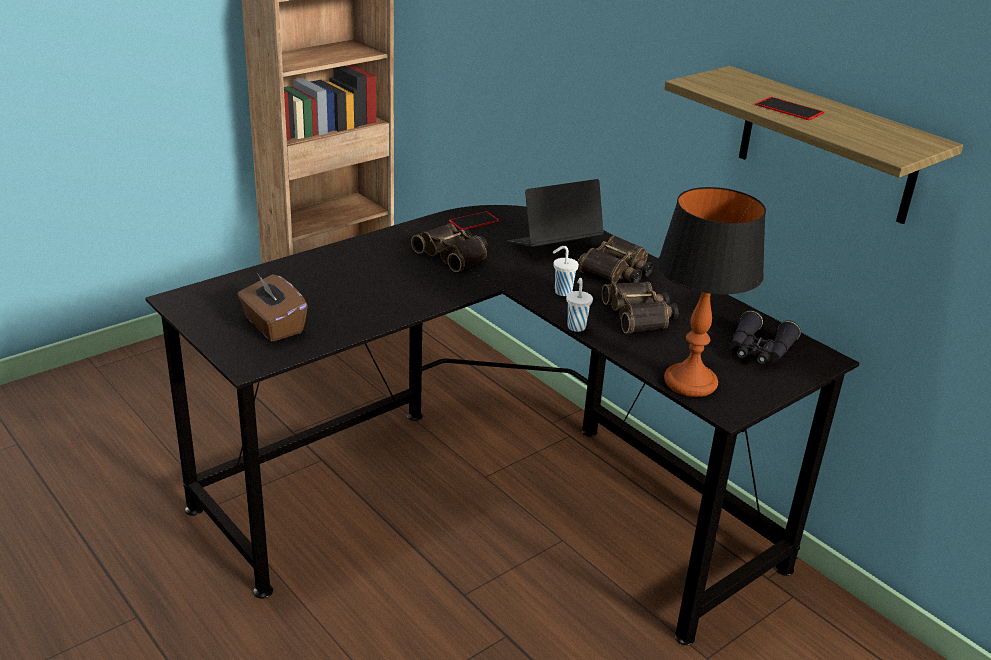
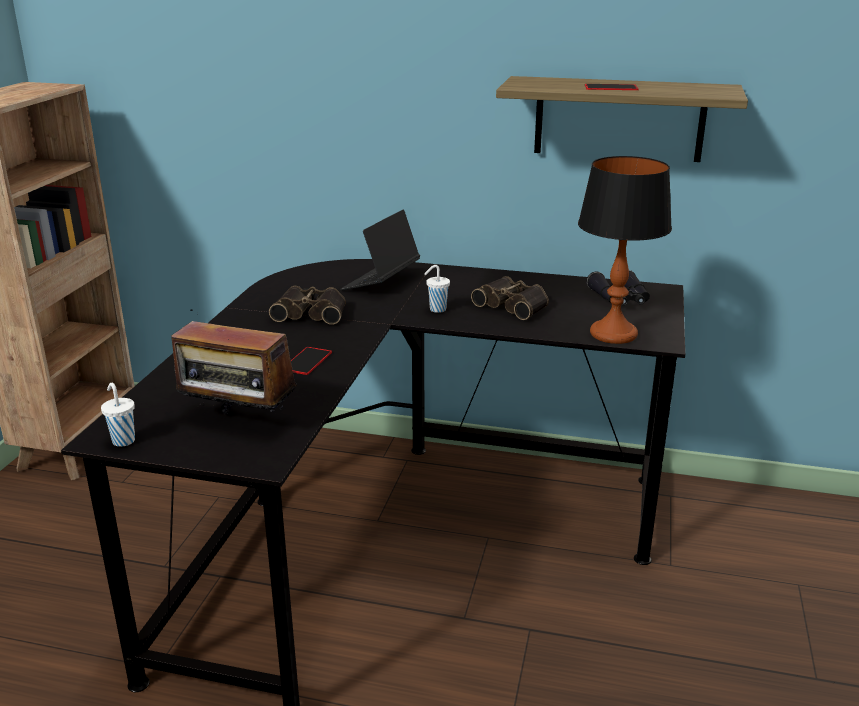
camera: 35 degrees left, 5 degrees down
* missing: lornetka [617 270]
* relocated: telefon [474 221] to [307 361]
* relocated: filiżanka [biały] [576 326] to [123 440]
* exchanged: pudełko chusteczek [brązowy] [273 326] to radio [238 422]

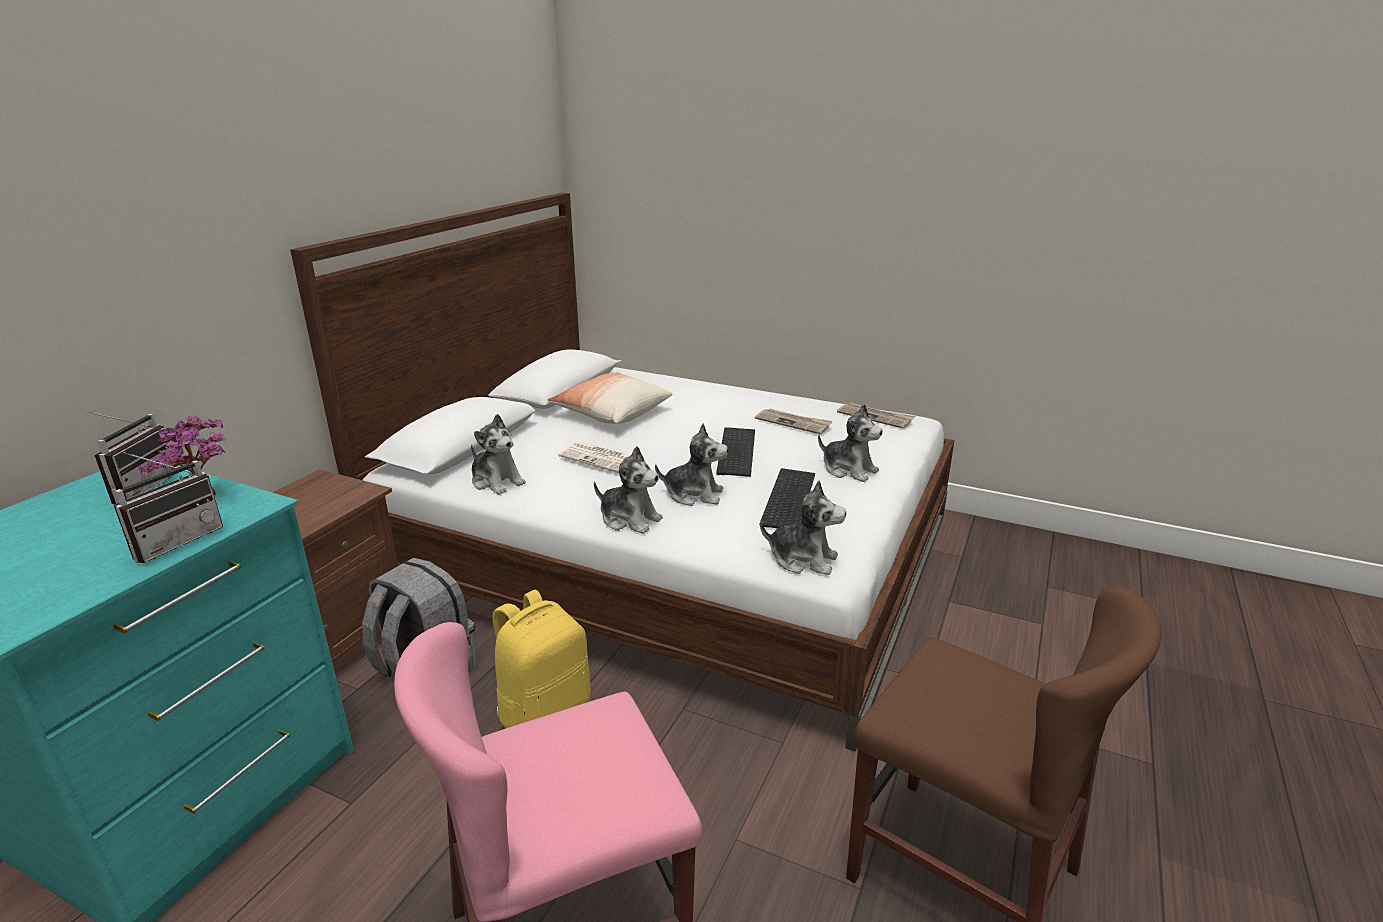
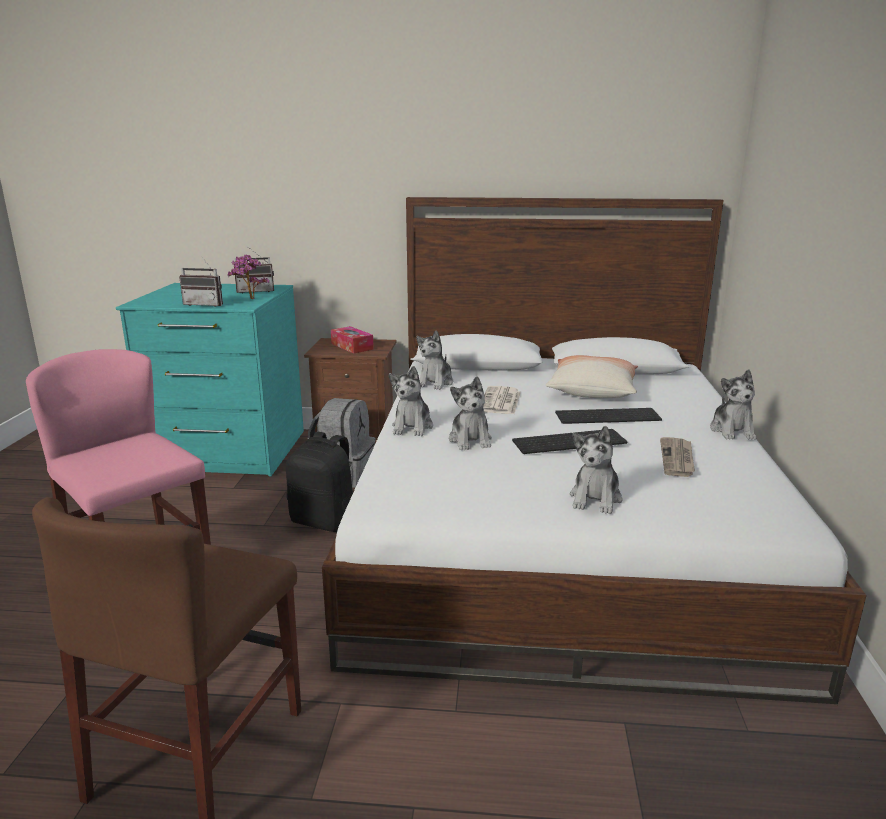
camera: 70 degrees right, 5 degrees down
* missing: gazeta [875 417]
* appeared: pudełko chusteczek [352 346]
* relocated: pluszak [803 559] to [732 431]
* relocated: klawiatura [786 498] to [608 416]
* colour: plecak [żółty] [544 710] to plecak [czarny] [325 521]

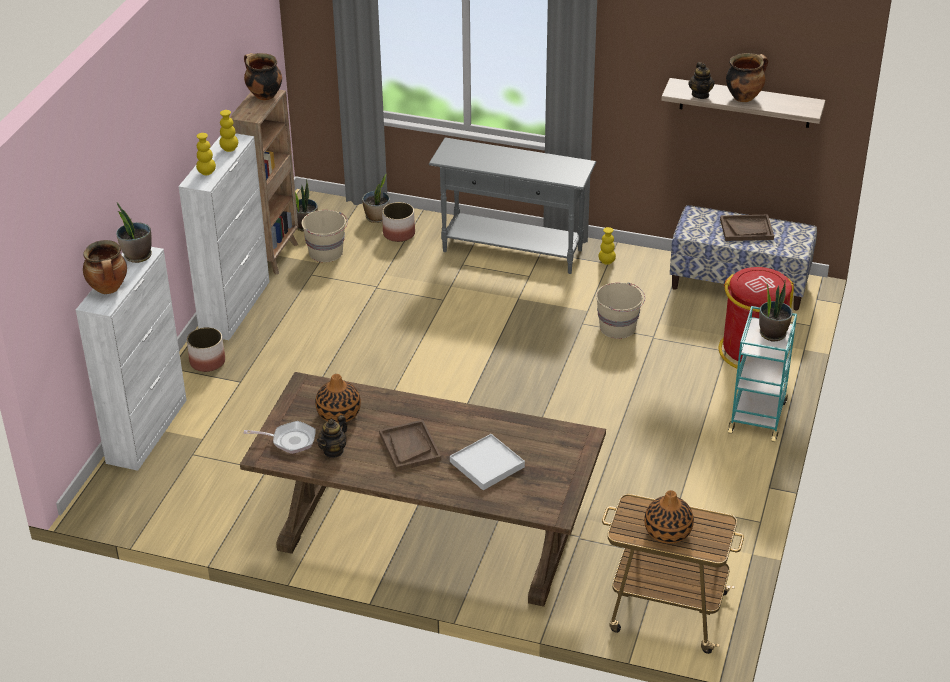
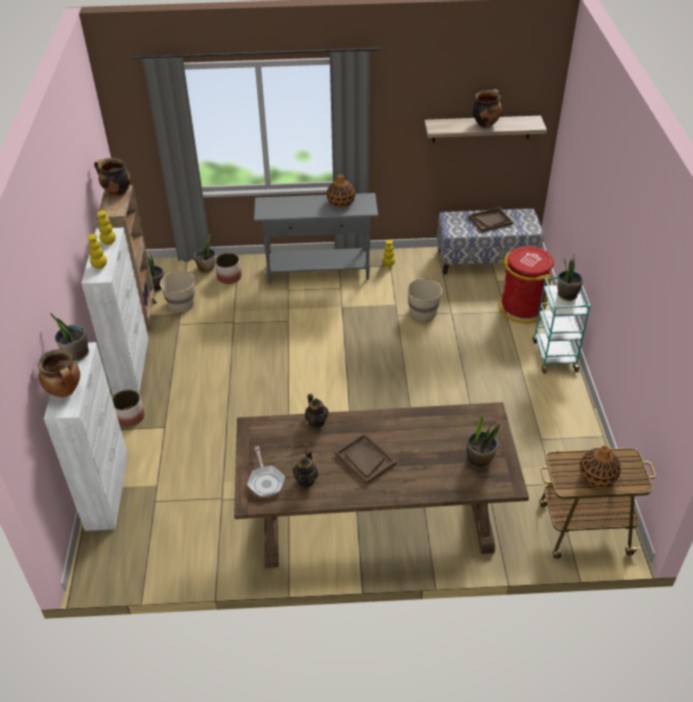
camera: 20 degrees left, 5 degrees up
* missing: taca [biały] [487 464]
* appeared: roślina doniczkowa [479 459]
* relocated: wazon [338 414] to [341 202]
* relocated: imbryk [700 94] to [317 421]
* spun: patelnia [290 440] = [265 481] 90 degrees clockwise

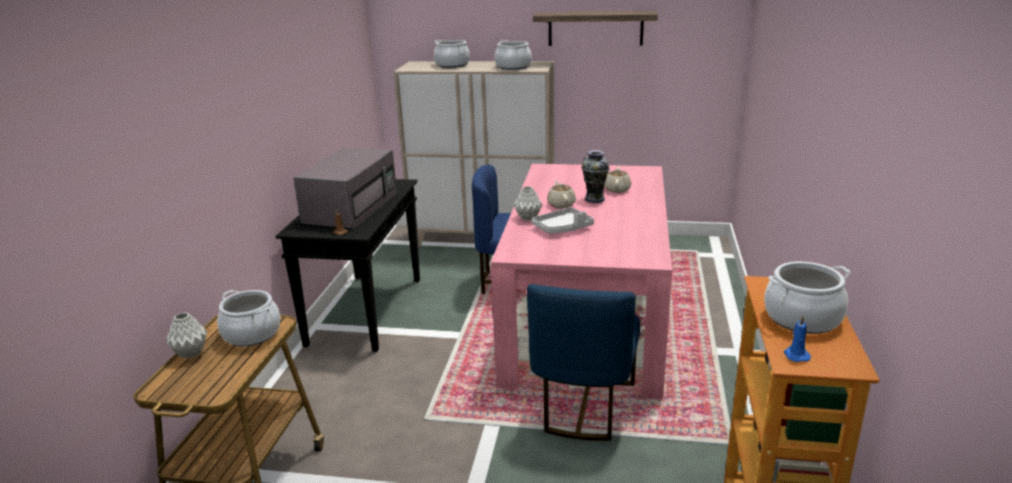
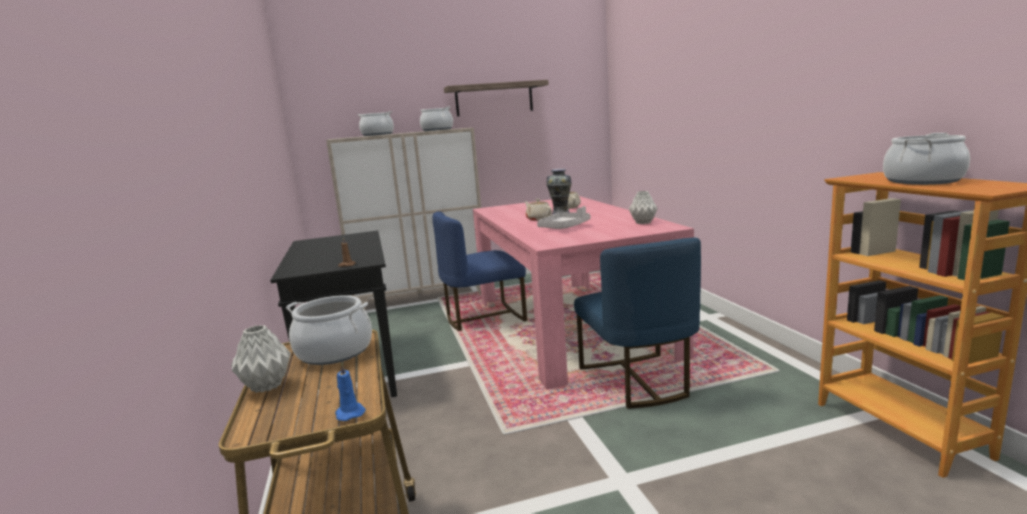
camera: 25 degrees left, 10 degrees down
* missing: mikrofalówka [szary] [351 207]
* relocated: wazon [szary] [527 218] to [642 223]
* relocated: świeca [niebieski] [795 355] to [349 413]

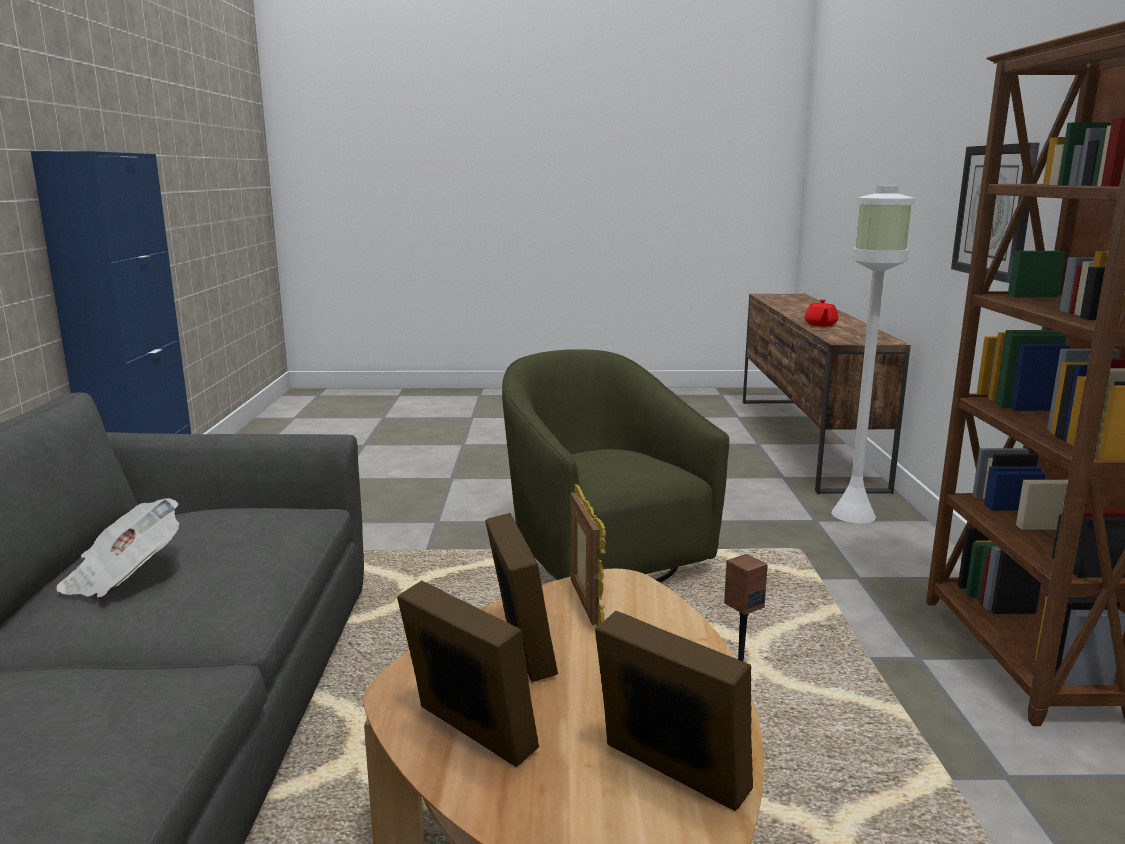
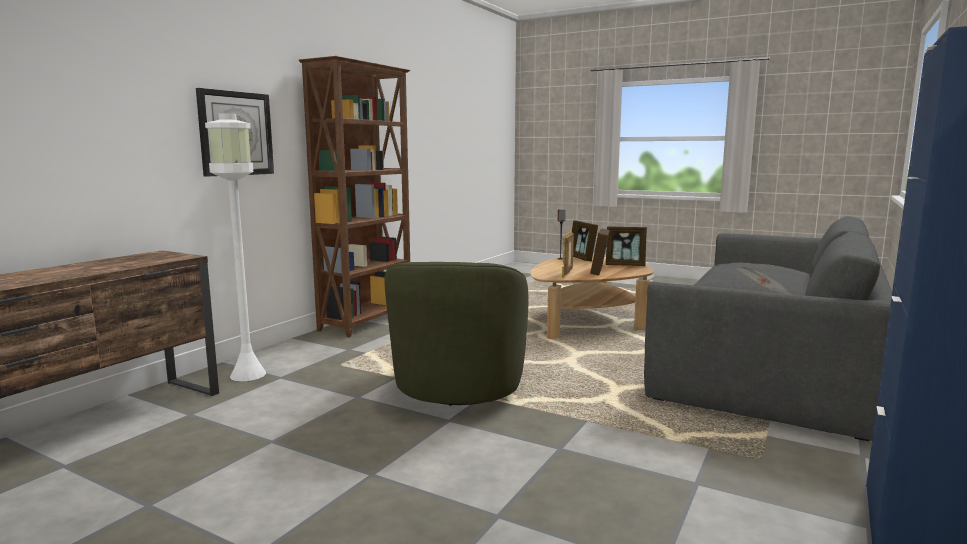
camera: 150 degrees left, 5 degrees down
* missing: imbryk [czerwony] [820 325]
* spun: ramka na zdjęcie [469 734] = [625 265] 60 degrees counterclockwise

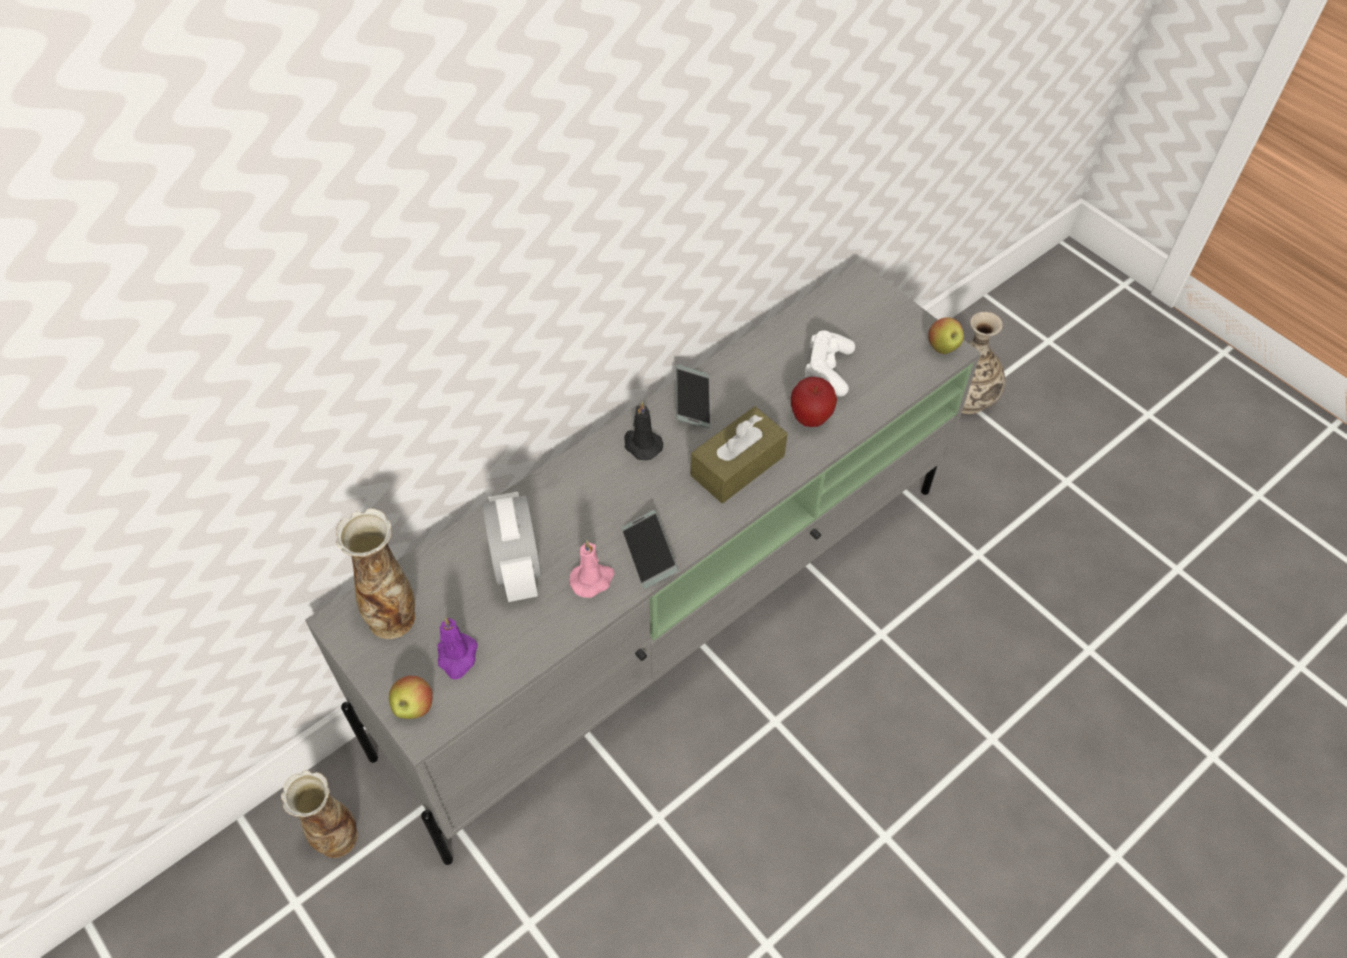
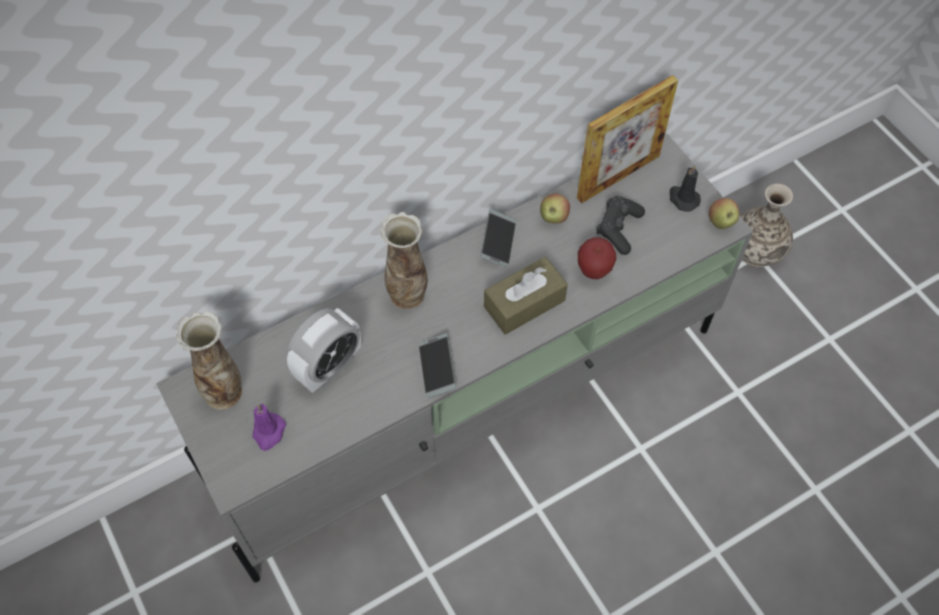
camera: 10 degrees right, 5 degrees up
* missing: świeca [różowy] [592 579]
* appeared: ramka na zdjęcie [618 177]
* relocated: wazon [338 839] to [407 295]
* relocated: jabłko [414 707] to [553 218]
* relocated: świeca [czarny] [641 444] to [683 198]
* colour: pad do gier [biały] [828 370] to pad do gier [czarny] [618 229]
* spun: budzik [518 570] = [329 367] 135 degrees counterclockwise

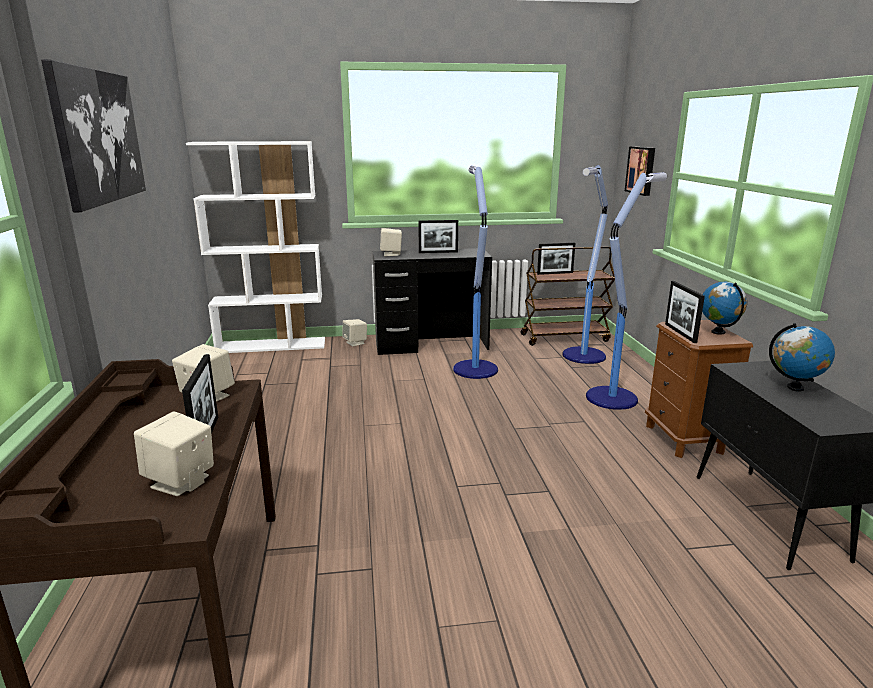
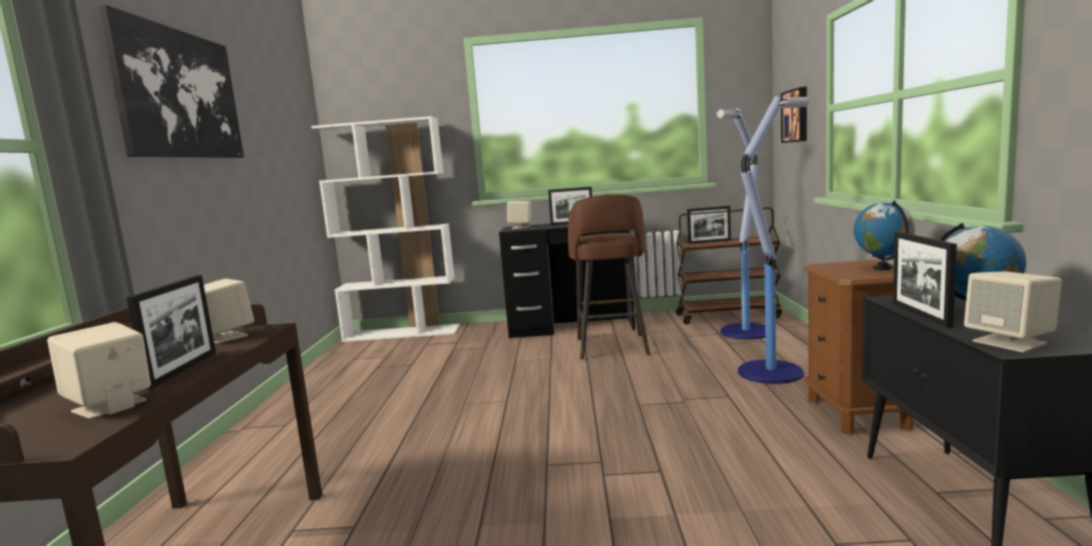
camera: 10 degrees right, 10 degrees down
* relocated: głośnik [beżowy] [355 343] to [1010 342]
* relocated: ramka na zdjęcie [680 333] to [920 314]
* exchanged: lampa stojąca [474 369] to stołek [brązowy] [612 347]

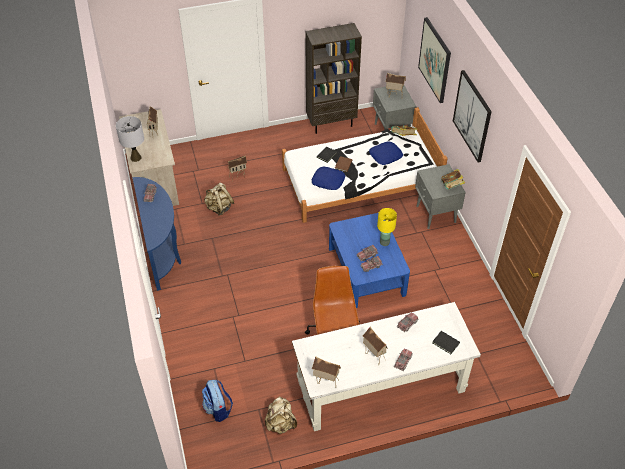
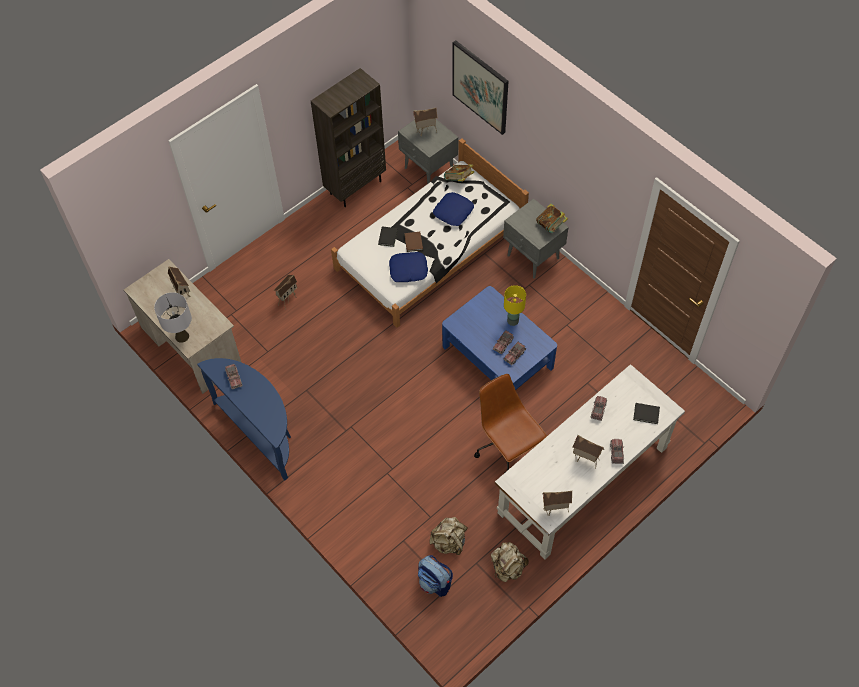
camera: 25 degrees left, 10 degrees up
* missing: obraz [472 116]
* relocated: plecak [beżowy] [219 208] to [449 542]

